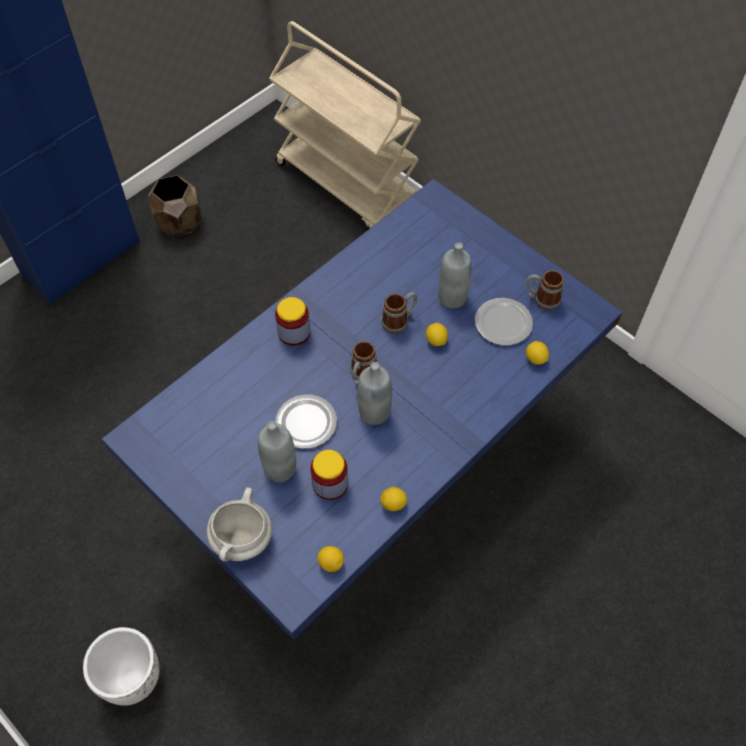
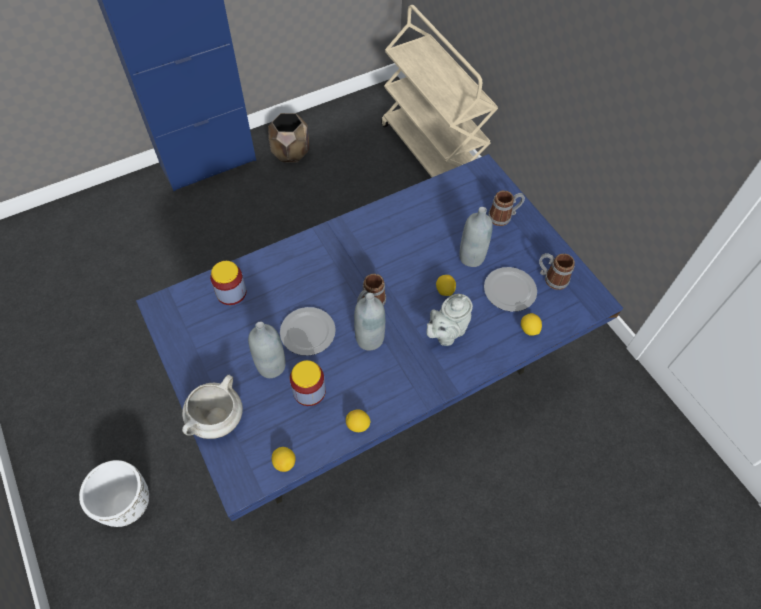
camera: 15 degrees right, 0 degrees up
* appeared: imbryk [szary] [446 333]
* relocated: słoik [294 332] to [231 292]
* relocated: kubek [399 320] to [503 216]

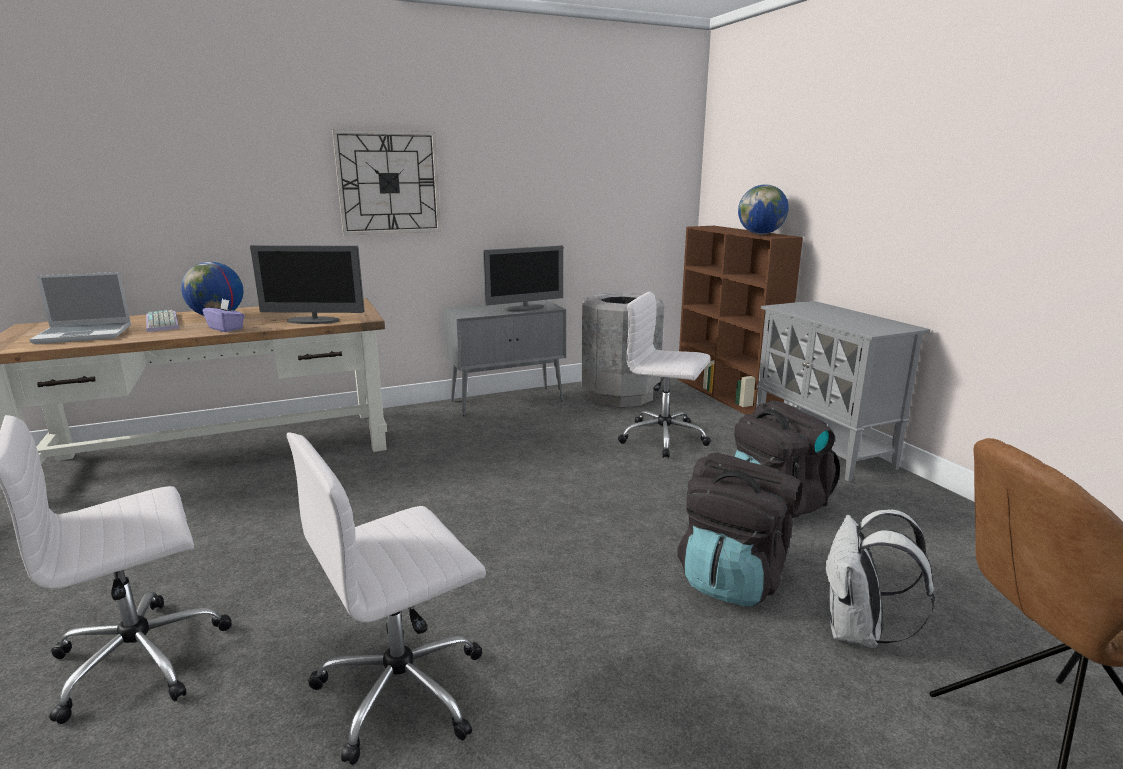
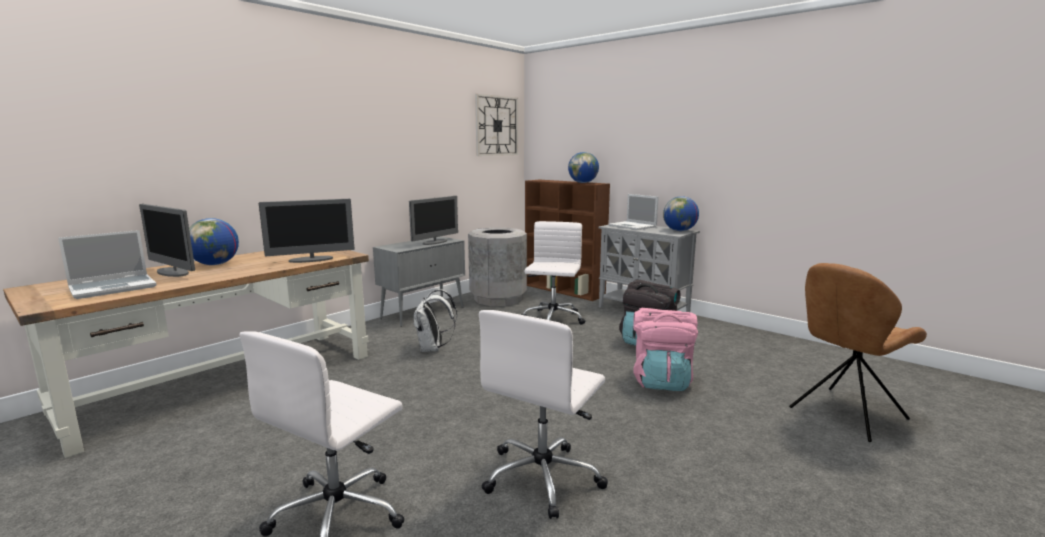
camera: 25 degrees left, 5 degrees down
* missing: pudełko chusteczek [fioletowy] [226 328]
* appeared: laptop [633 226]
* appeared: globus [679 231]
* relocated: zegar ścienny [388 183] to [496 126]
* relocated: plecak [biały] [858 632] to [433 349]
* exchanged: klawiatura [164 322] to monitor [173 272]
* colour: plecak [czarny] [733 578] to plecak [różowy] [661 381]
* spun: krzesło biurowe [biały] [665 438] = [552 319] 105 degrees clockwise

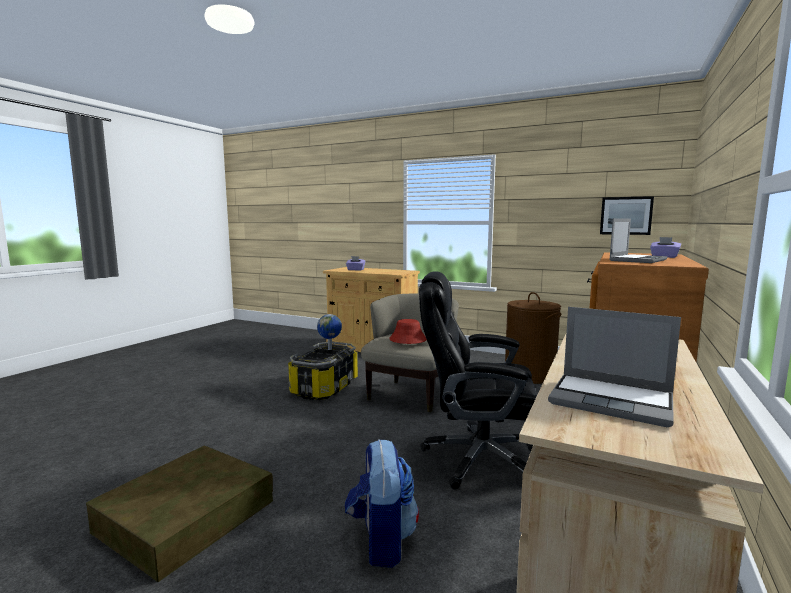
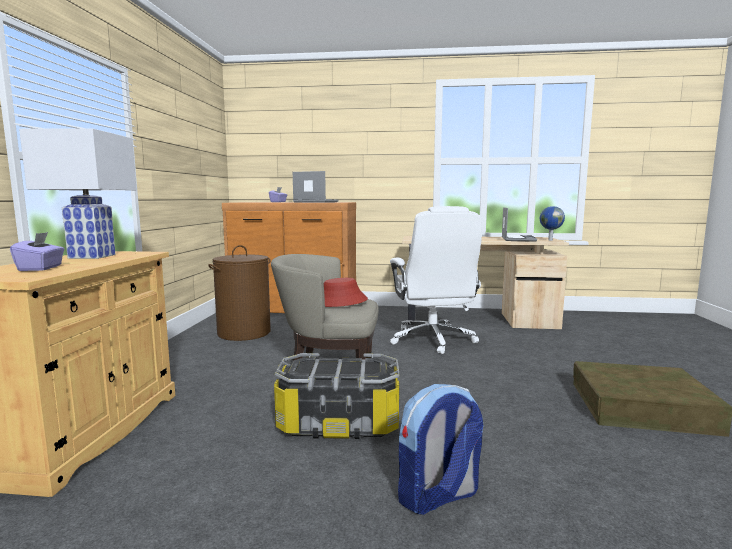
camera: 110 degrees left, 0 degrees up
* missing: obraz [626 215]
* appeared: lampa stołowa [biały] [92 257]
* relocated: globus [330 349] to [550 240]
* relocated: plecak [381 541] to [438 497]
* colour: krzesło biurowe [czarny] [477 458] to krzesło biurowe [biały] [433 340]

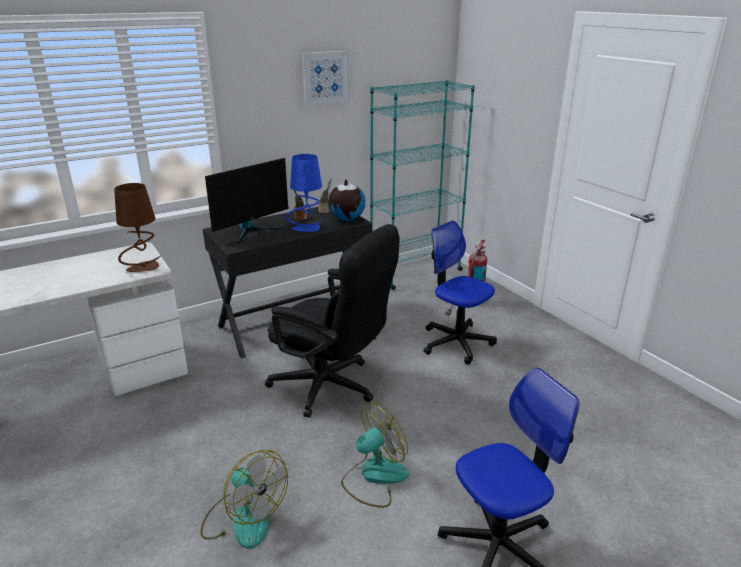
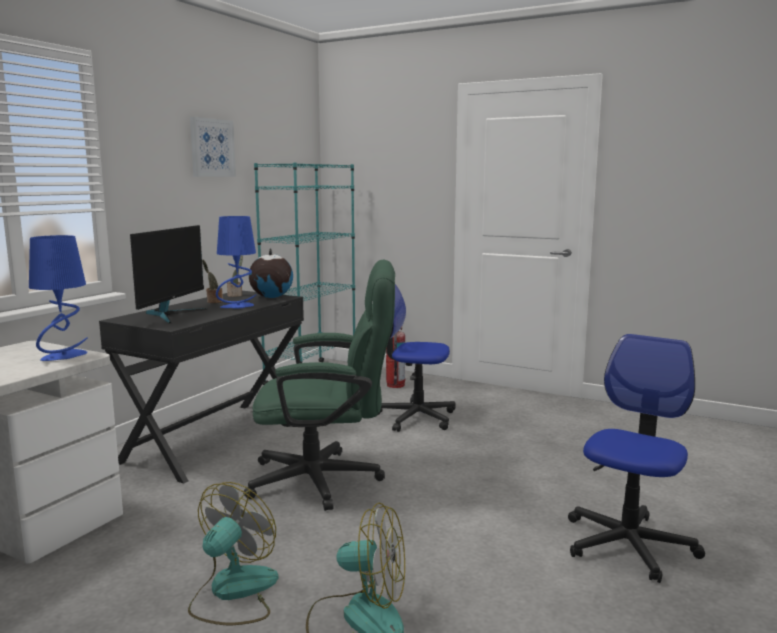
camera: 30 degrees left, 15 degrees down
* relocated: wentylator [374 477] to [233 592]
* colour: lampa stołowa [brązowy] [143 268] to lampa stołowa [niebieski] [64 357]
* colour: krzesło biurowe [czarny] [332 387] to krzesło biurowe [zielony] [327 480]

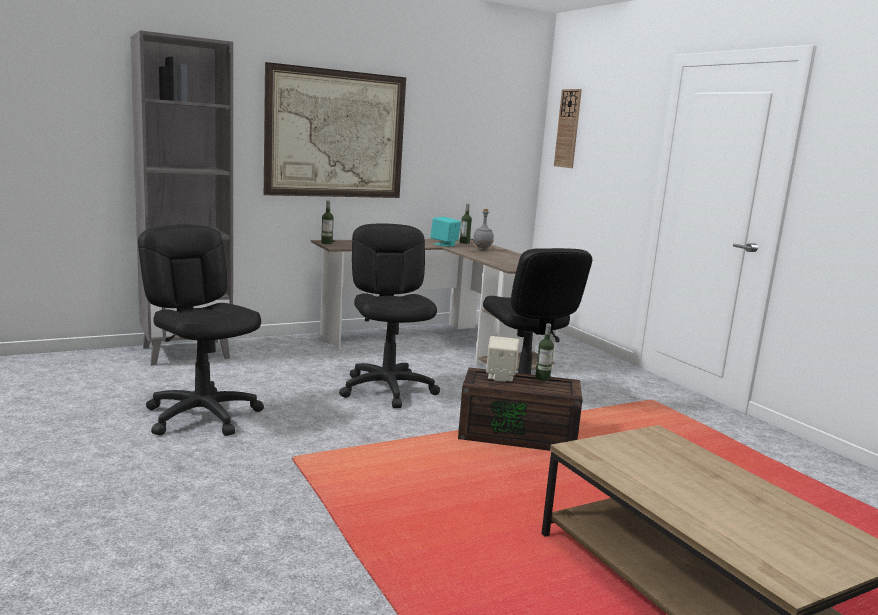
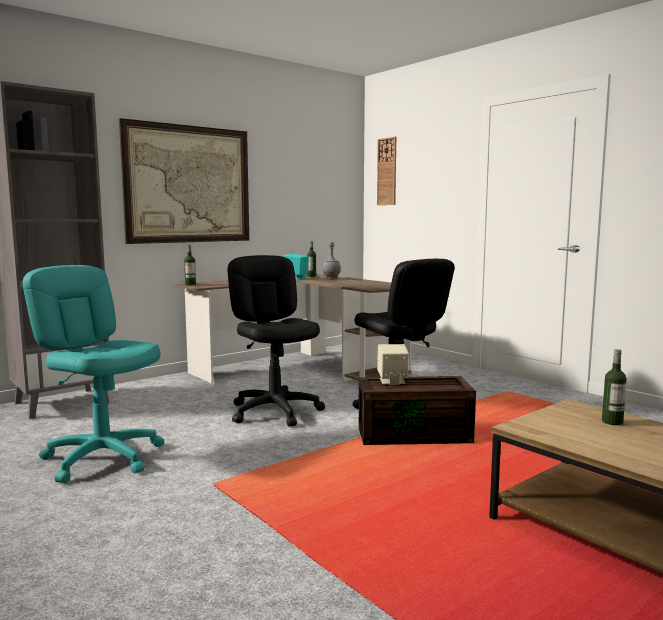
camera: 10 degrees left, 5 degrees down
* relocated: butelka [542 378] to [612 422]
* colour: krzesło biurowe [czarny] [203 416] to krzesło biurowe [turkusowy] [103 458]

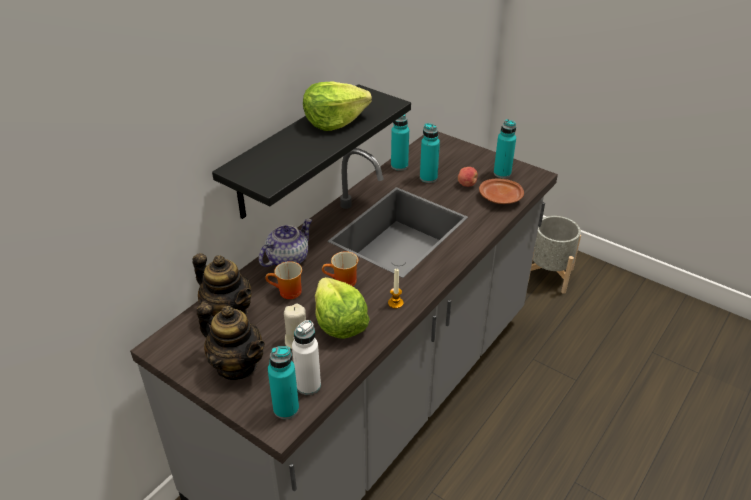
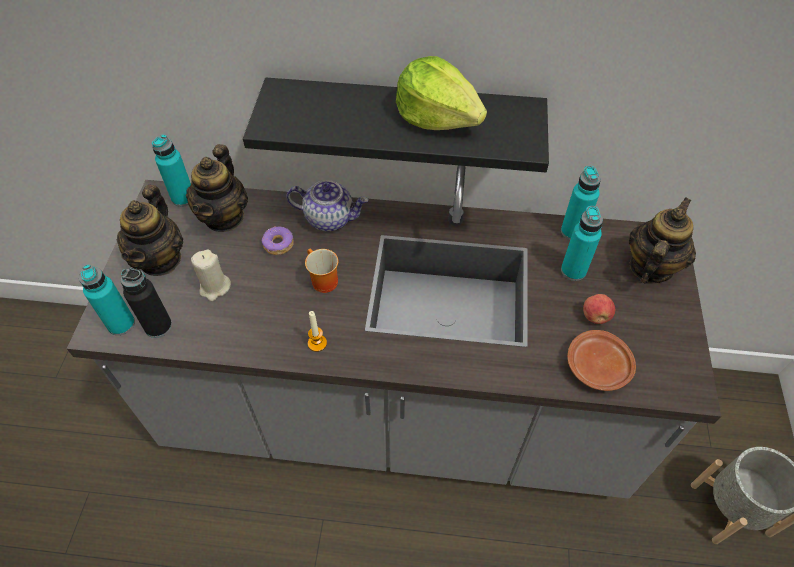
camera: 60 degrees right, 15 degrees up
* missing: sałata [339 323]
* appeared: imbryk [650 267]
* relocated: butelka [turkusowy] [502 173] to [183 198]
* exchanged: kubek [287 293] to donut [278 244]
* colour: butelka [biały] [308 385] to butelka [czarny] [158 326]

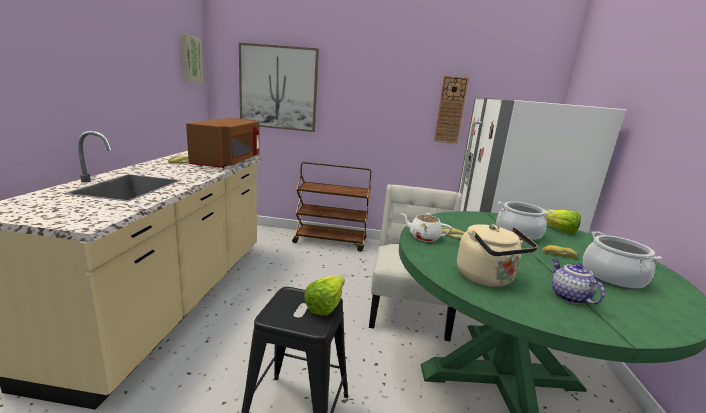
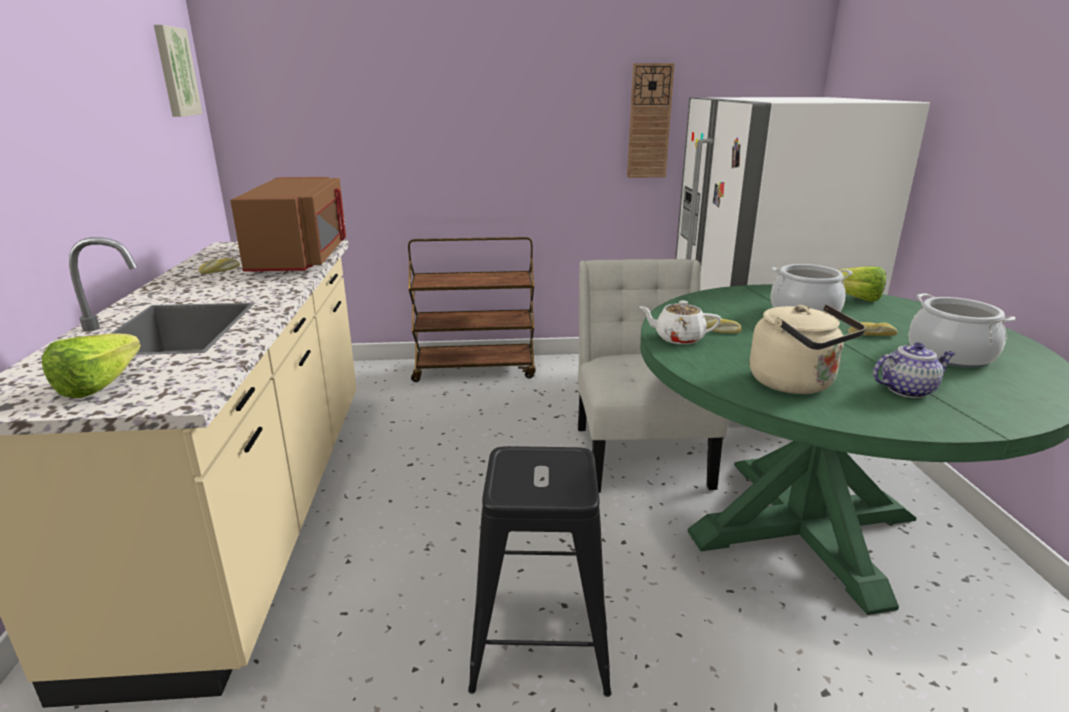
camera: 10 degrees left, 5 degrees up
* missing: obraz [278 88]
* relocated: sałata [328 304] to [107 383]
* spun: imbryk [568 296] = [907 390] 105 degrees clockwise

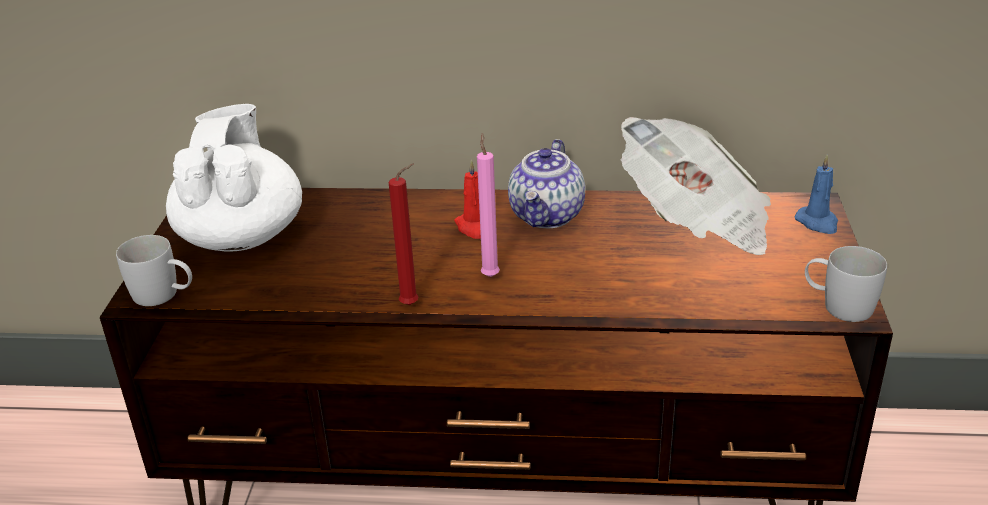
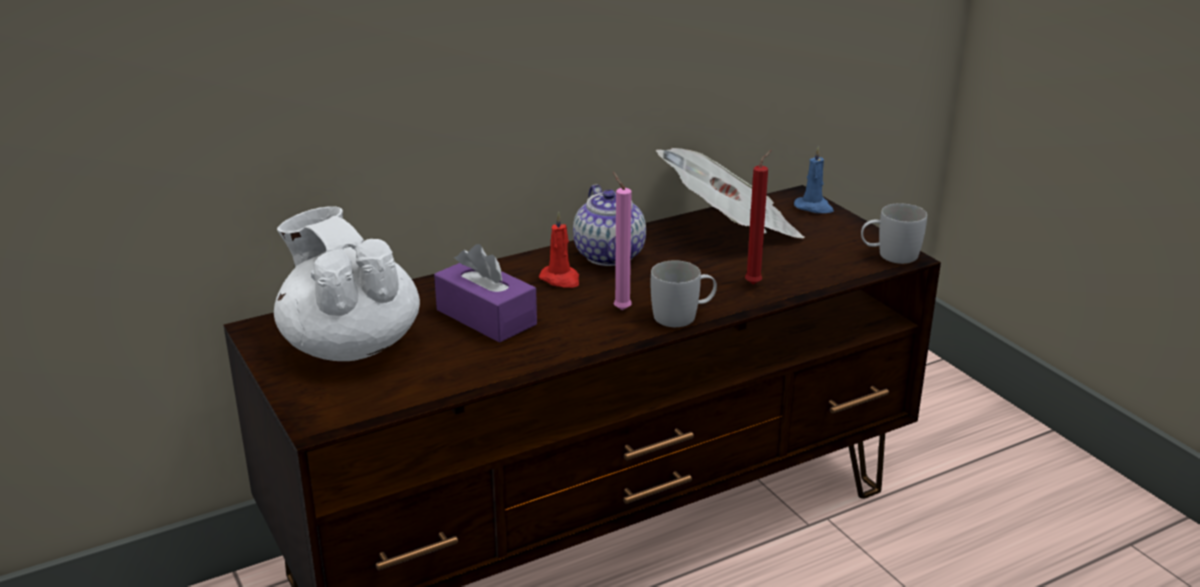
camera: 35 degrees left, 5 degrees down
* appeared: pudełko chusteczek [fioletowy] [486 317]
* relocated: kubek [biały] [164 295] to [683 316]
* relocated: świeca [czerwony] [412 304] to [755 283]

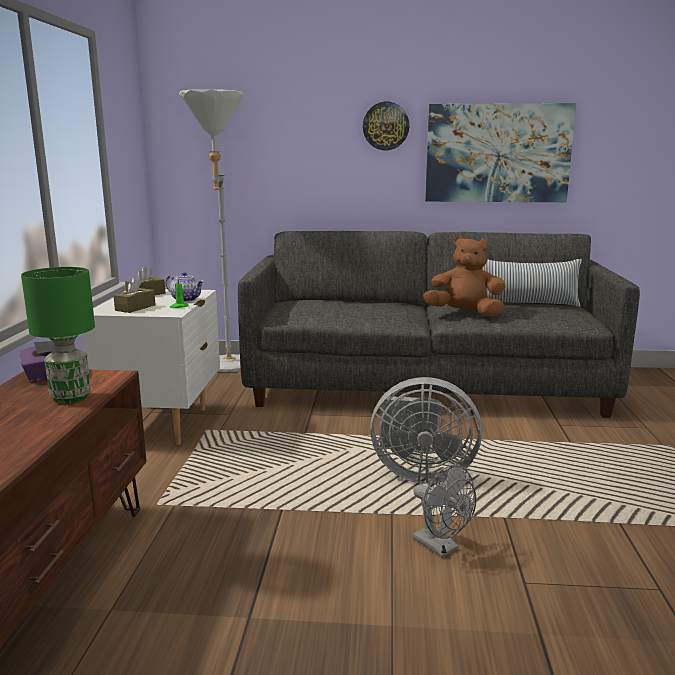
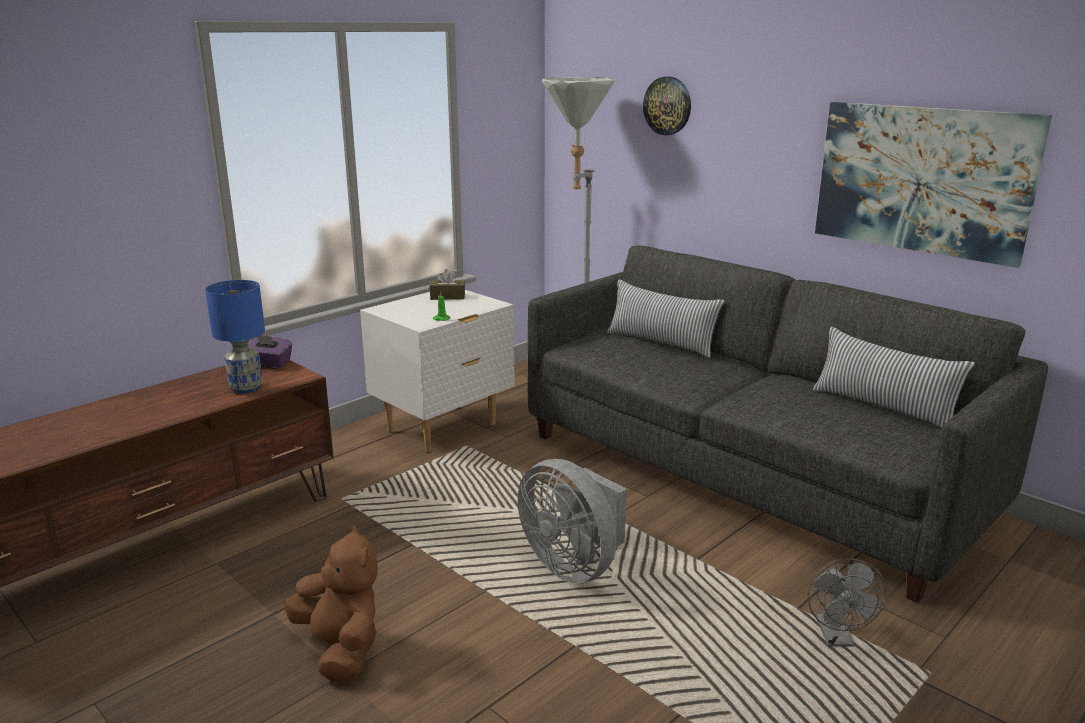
camera: 40 degrees right, 5 degrees up
* missing: pudełko chusteczek [brązowy] [135 308]
* missing: imbryk [186 299]
* appeared: poduszka [661 343]
* relocated: zegar ścienny [386 126] to [667 106]
* relocated: wentylator [szary] [441 547] to [837 638]
* relocated: pluszak [brązowy] [464 314] to [341 649]
* colour: lampa stołowa [zielony] [70 397] to lampa stołowa [niebieski] [245 388]

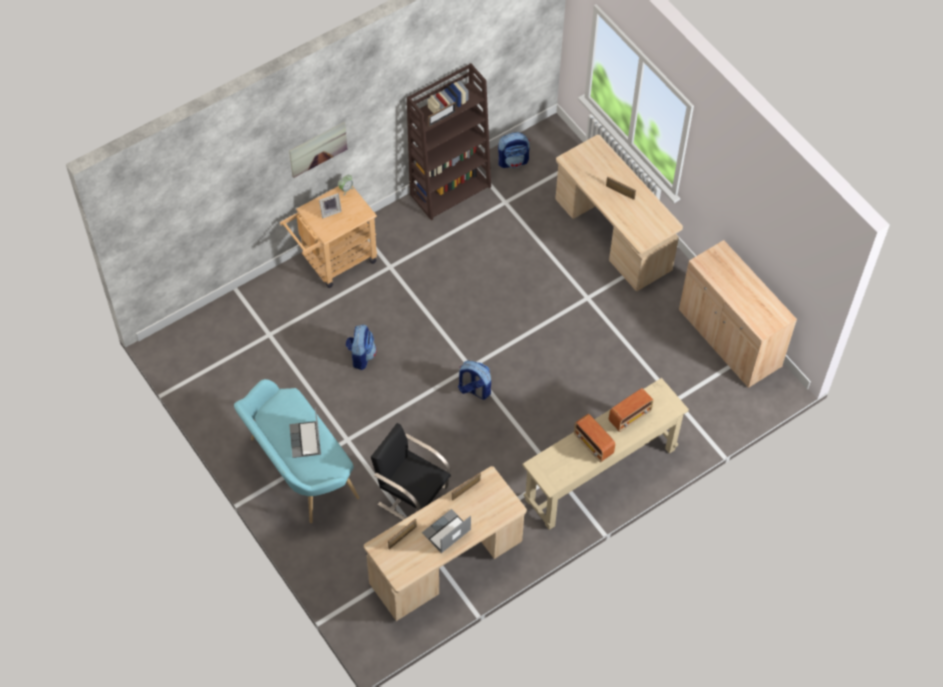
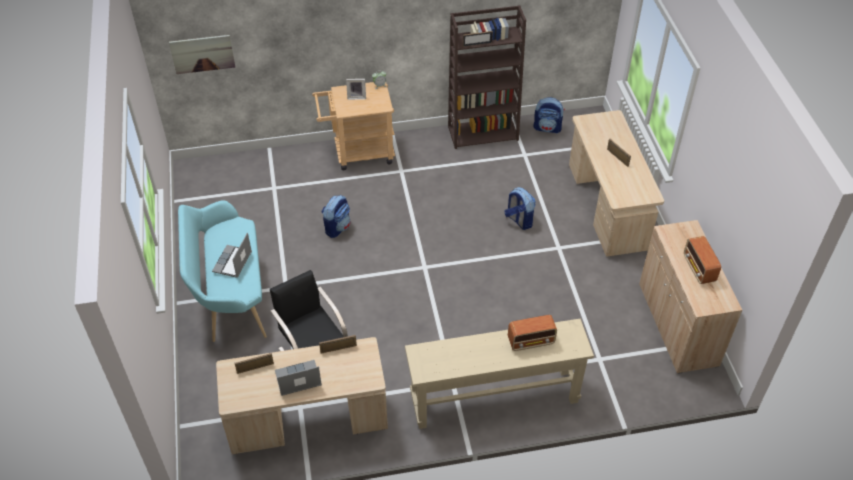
camera: 25 degrees right, 10 degrees down
* relocated: obraz [318 149] to [202 54]
* relocated: plecak [474 389] to [519 220]
* relocated: radio [593 445] to [699 269]

